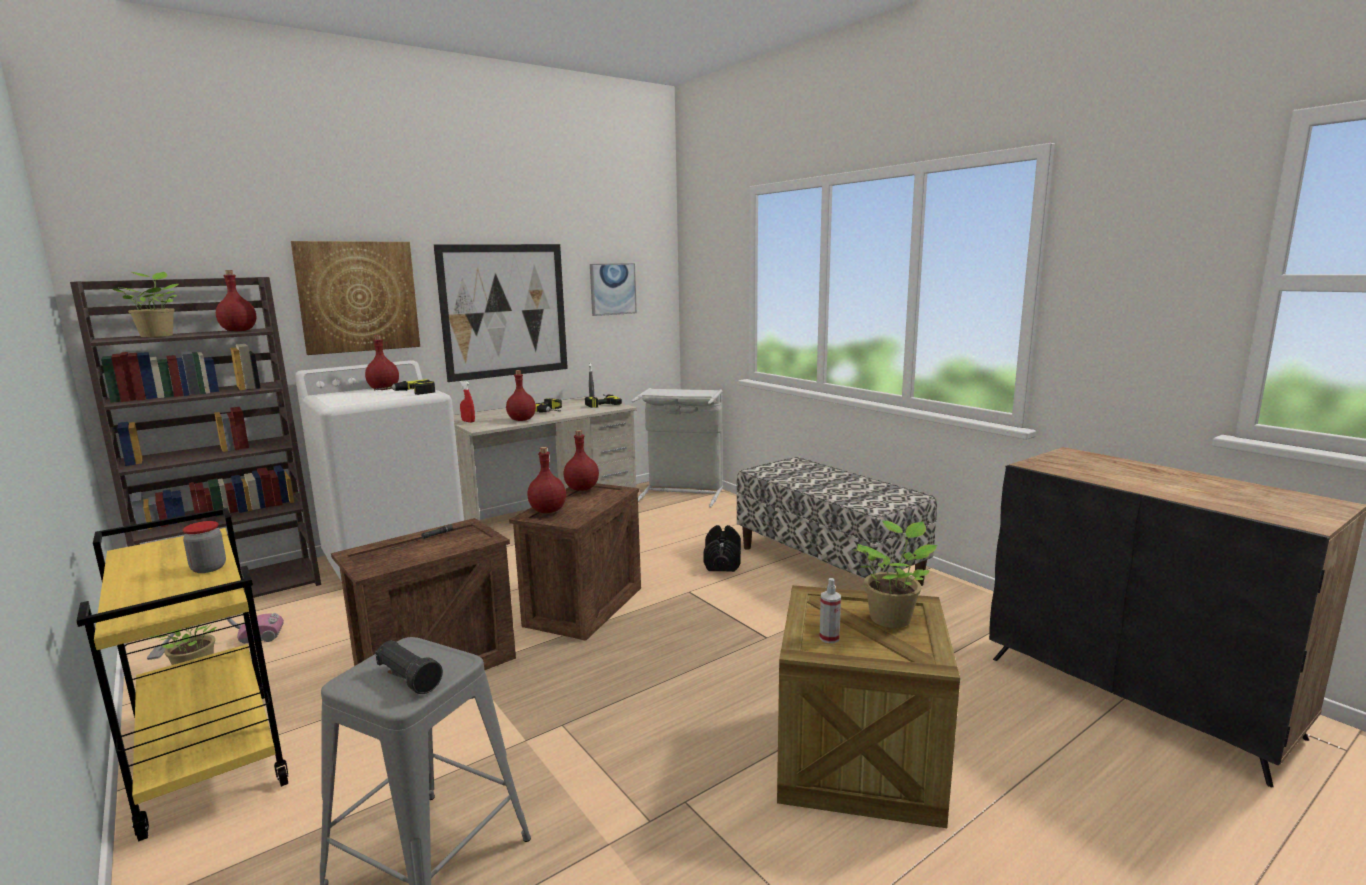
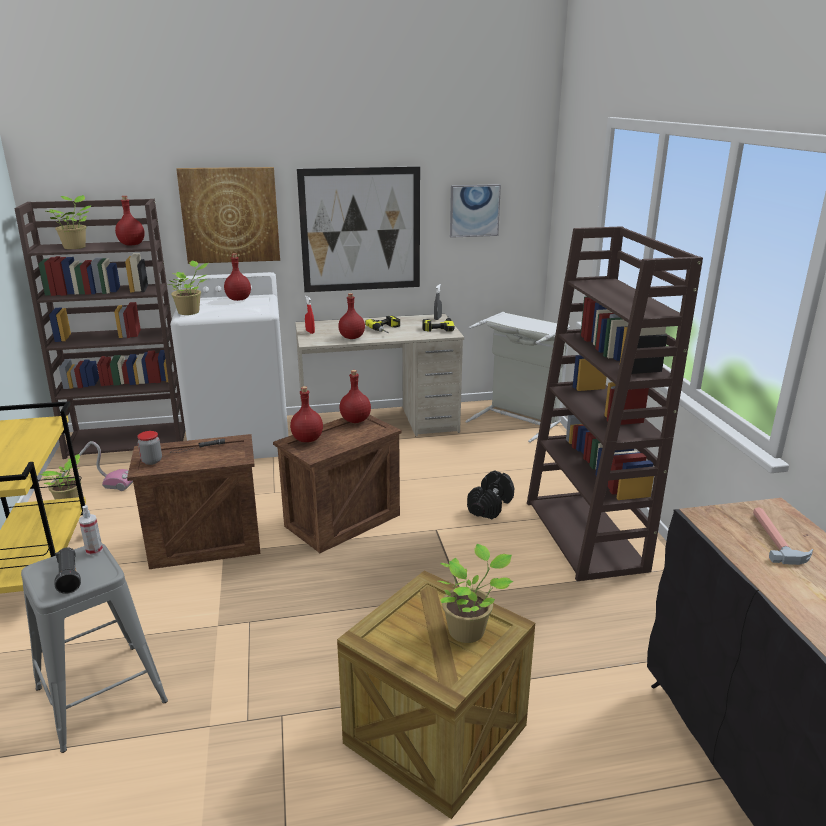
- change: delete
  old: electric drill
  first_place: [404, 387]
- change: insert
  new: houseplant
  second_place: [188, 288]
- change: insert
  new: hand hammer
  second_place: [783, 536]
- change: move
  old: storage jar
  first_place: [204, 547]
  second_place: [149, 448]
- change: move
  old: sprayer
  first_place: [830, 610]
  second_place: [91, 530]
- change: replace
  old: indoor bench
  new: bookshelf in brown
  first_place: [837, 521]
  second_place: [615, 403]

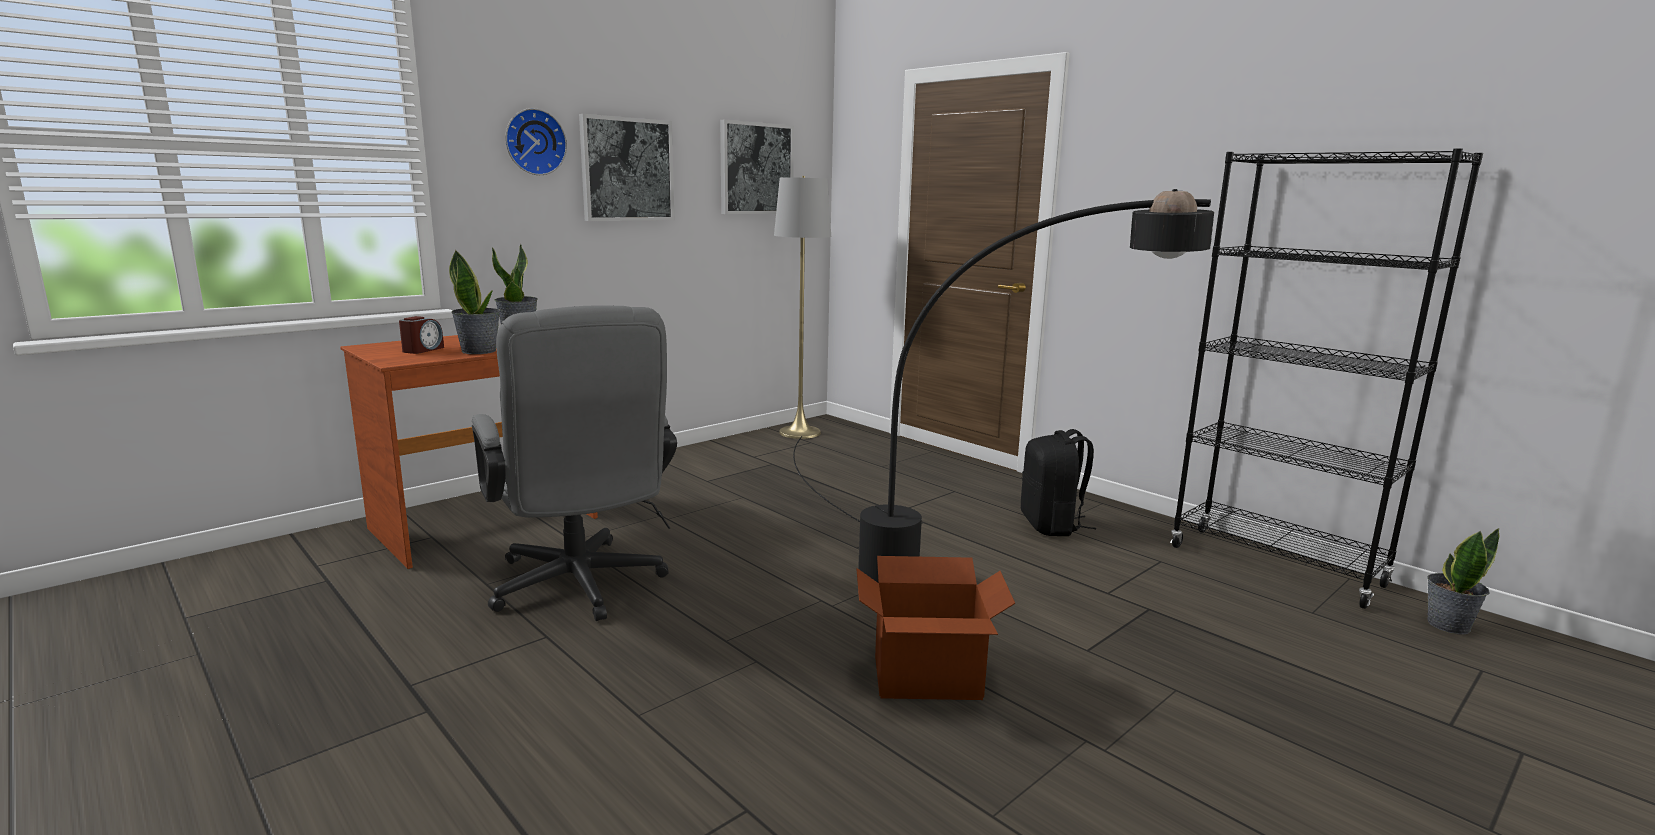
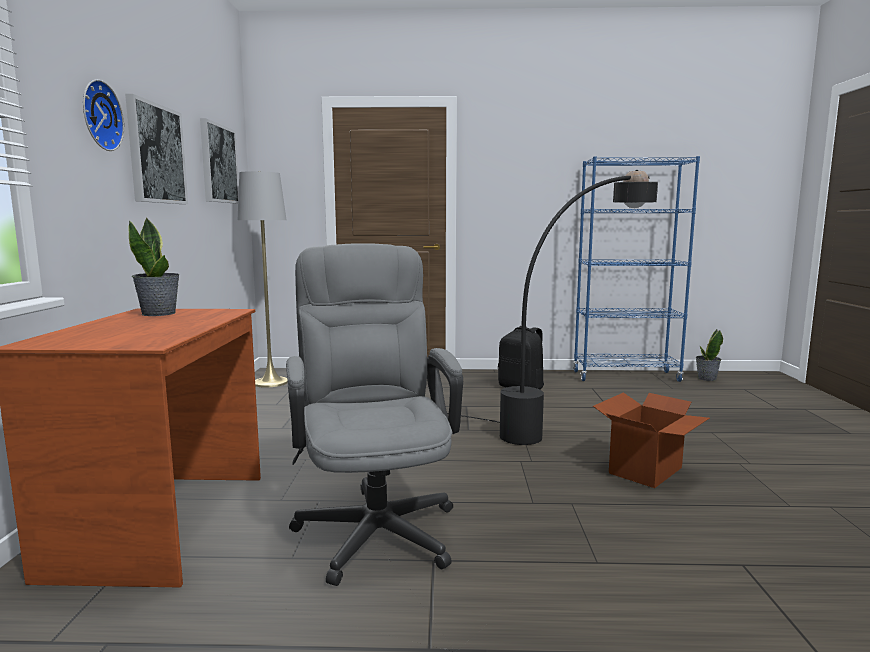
- change: delete
  old: alarm clock
  first_place: [421, 335]
- change: delete
  old: houseplant
  first_place: [475, 302]
- change: recolor
  old: bookshelf in black-coloured
  new: bookshelf in blue
  first_place: [1326, 378]
  second_place: [636, 269]
- change: rotate
  old: computer chair in grey
  first_place: [574, 463]
  second_place: [374, 414]
  degrees: -120

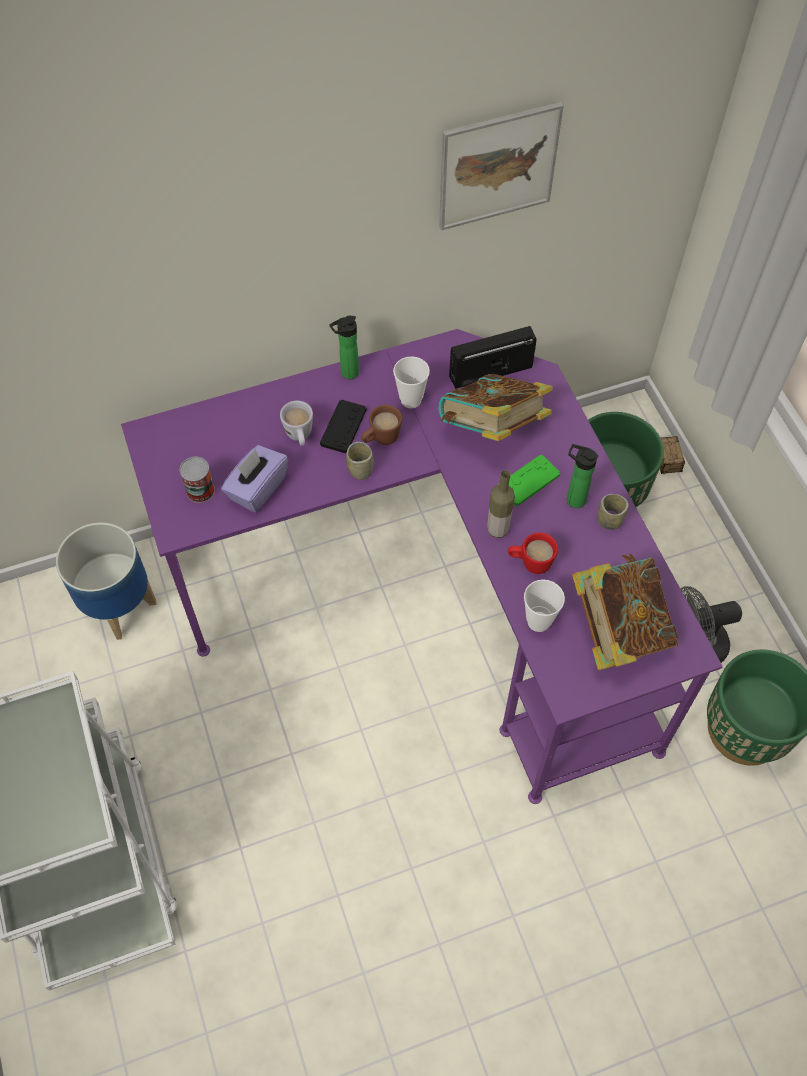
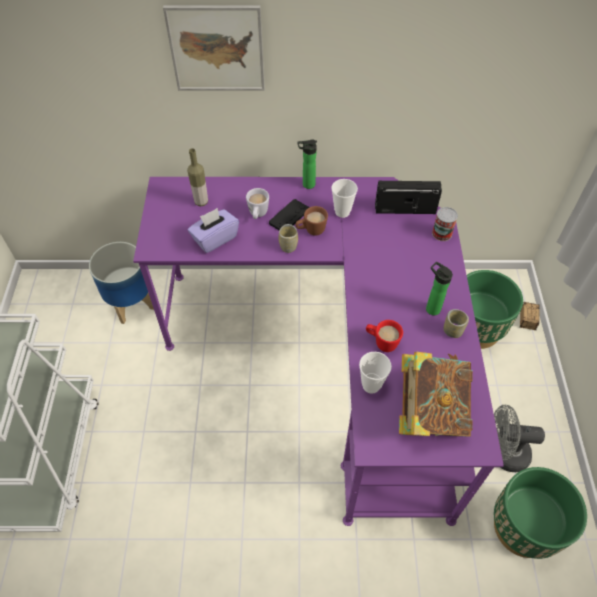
- change: delete
  old: volume
  first_place: [495, 407]
- change: delete
  old: joypad in green-coloured
  first_place: [529, 480]
- change: move
  old: sealed can
  first_place: [197, 480]
  second_place: [445, 224]
- change: move
  old: wall picture
  first_place: [501, 166]
  second_place: [214, 47]
- change: move
  old: drink bottle
  first_place: [501, 504]
  second_place: [197, 177]

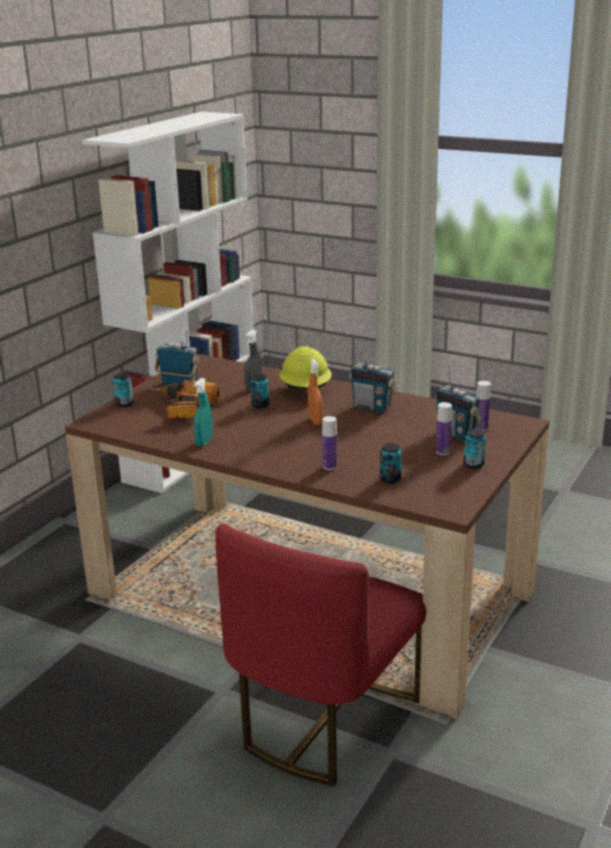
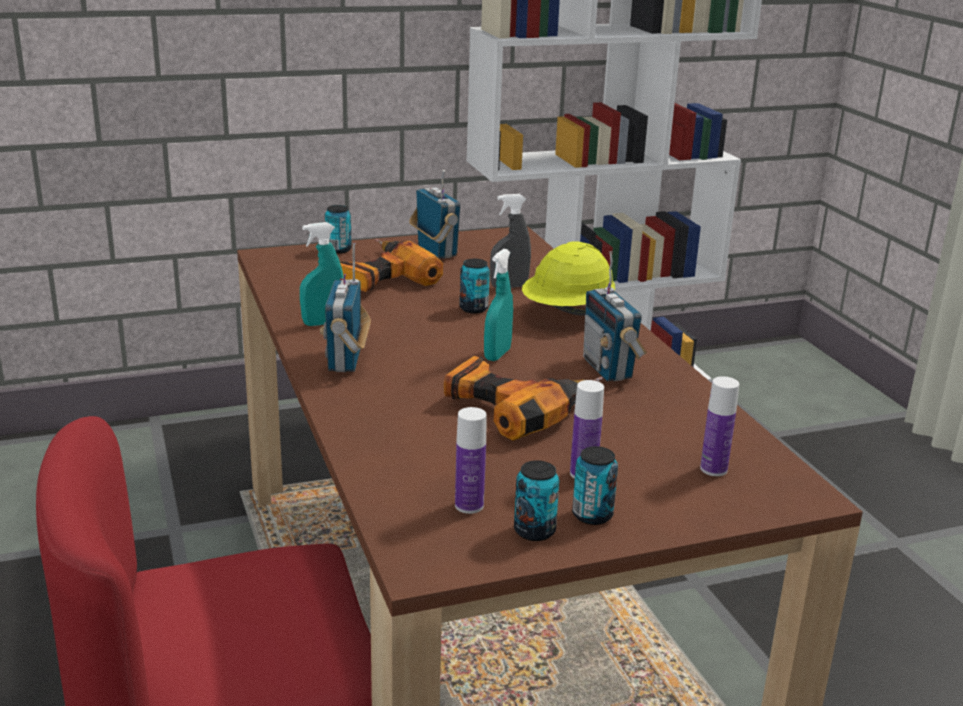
- change: insert
  new: electric drill
  second_place: [523, 398]
- change: move
  old: drink bottle
  first_place: [329, 443]
  second_place: [471, 460]
- change: move
  old: sealed can
  first_place: [391, 463]
  second_place: [536, 500]
- change: move
  old: radio set
  first_place: [459, 402]
  second_place: [345, 307]
- change: recolor
  old: sprayer in orange-coloured
  new: sprayer in turquoise
  first_place: [315, 392]
  second_place: [498, 305]

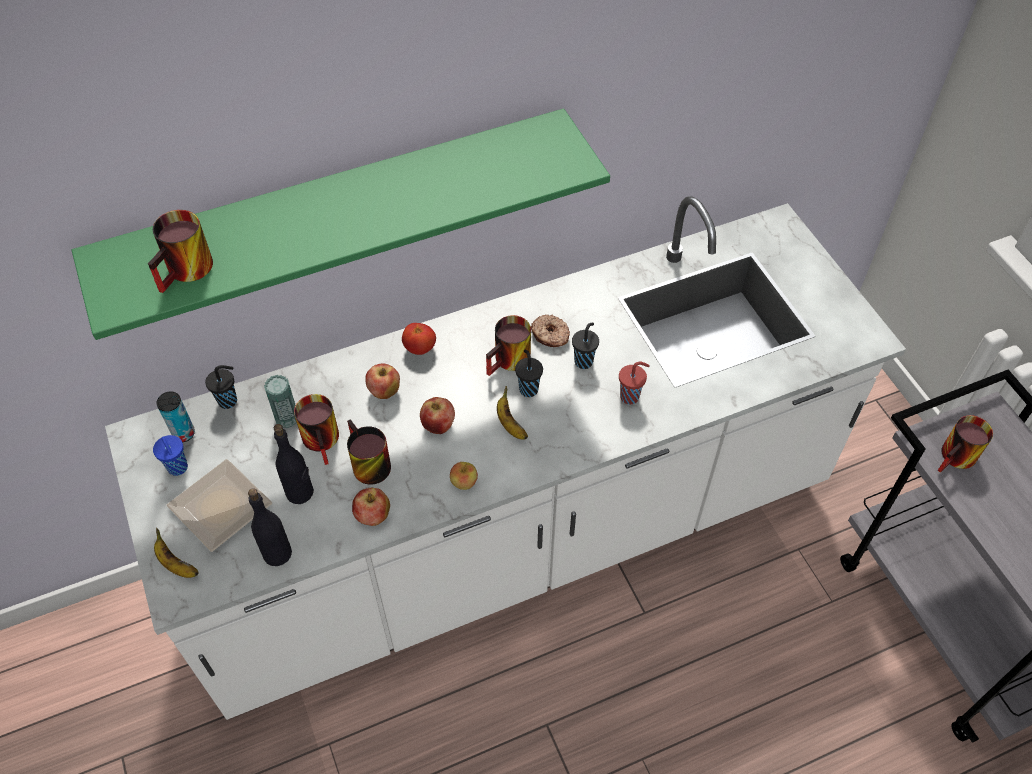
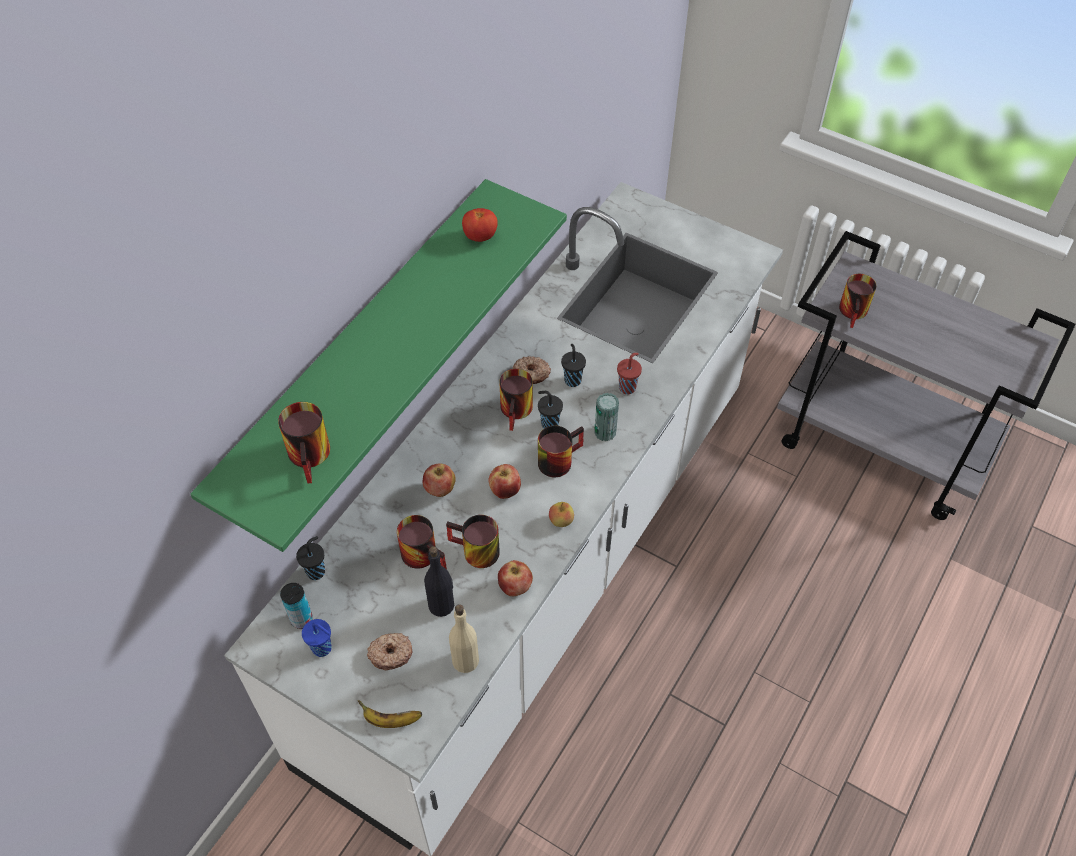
- change: move
  old: sealed can
  first_place: [280, 401]
  second_place: [606, 417]
- change: move
  old: tomato
  first_place: [419, 339]
  second_place: [480, 225]
- change: replace
  old: flat dish
  new: donut
  first_place: [219, 505]
  second_place: [389, 651]
- change: replace
  old: banana
  new: tea mug
  first_place: [512, 413]
  second_place: [561, 451]
- change: recolor
  old: drink bottle in black-coloured
  new: drink bottle in sand-coloured
  first_place: [270, 527]
  second_place: [464, 638]

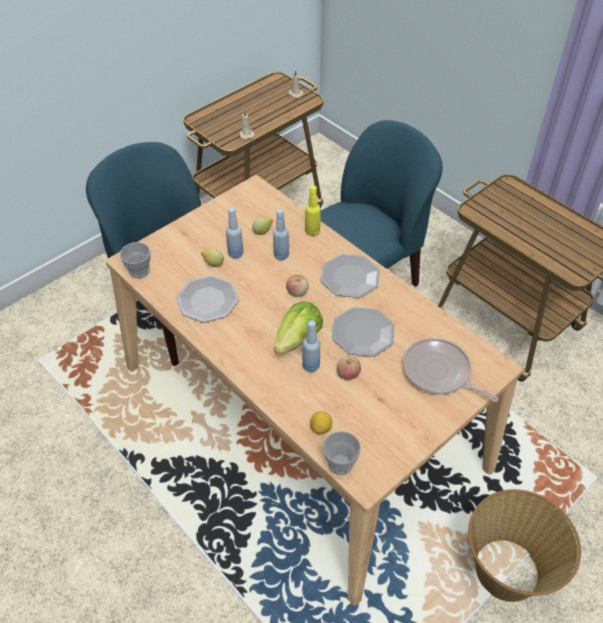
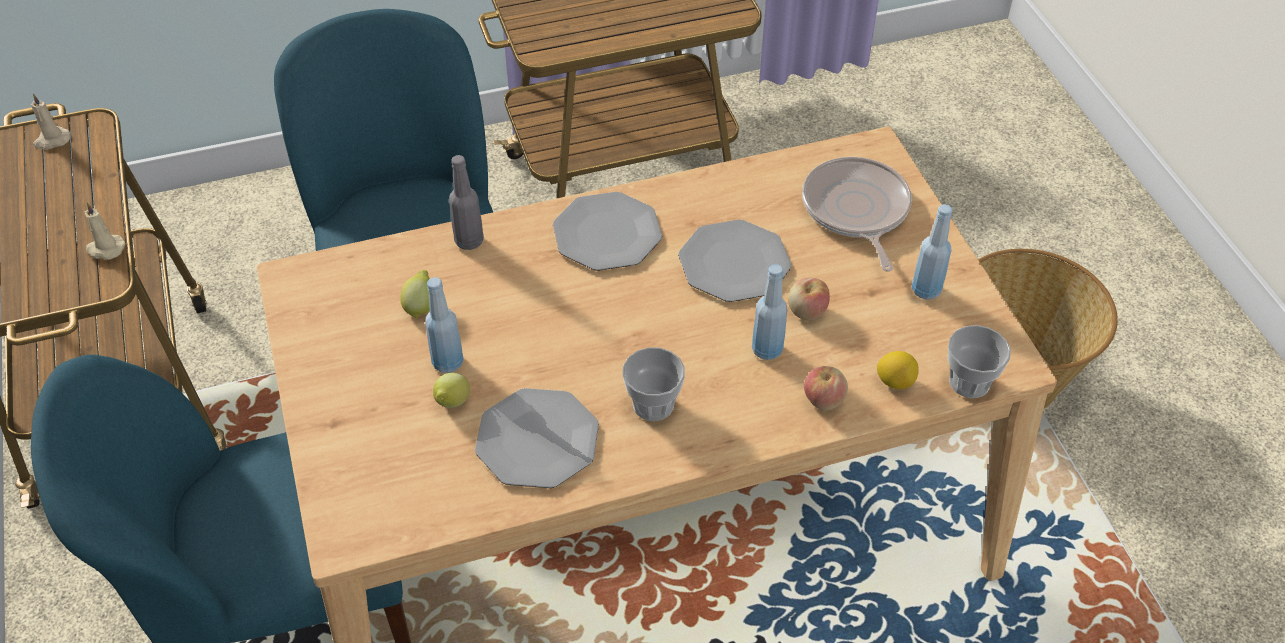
- change: delete
  old: lettuce head
  first_place: [298, 328]
- change: move
  old: cup
  first_place: [135, 260]
  second_place: [654, 384]
- change: move
  old: drink bottle in blue
  first_place: [281, 234]
  second_place: [932, 252]
- change: move
  old: whole apple
  first_place: [297, 286]
  second_place: [826, 388]
- change: recolor
  old: drink bottle in yellow
  new: drink bottle in grey
  first_place: [312, 210]
  second_place: [466, 202]
- change: rotate
  old: pan
  first_place: [450, 370]
  second_place: [857, 214]
  degrees: 105

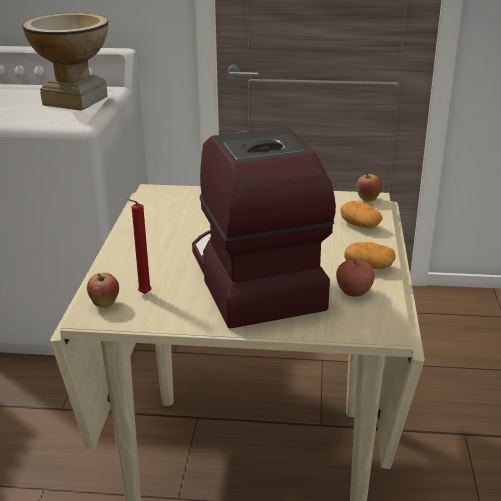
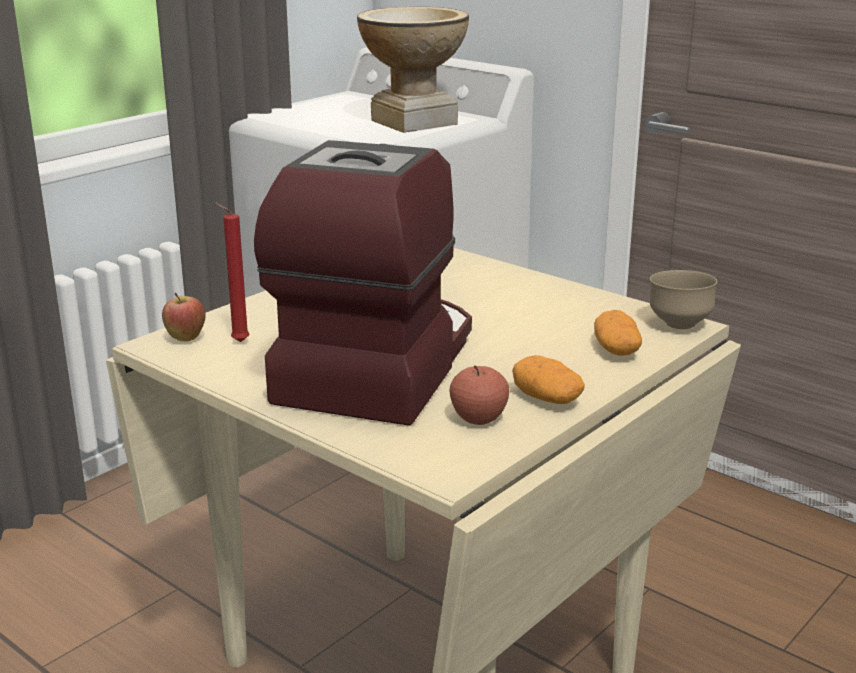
- change: replace
  old: whole apple
  new: deep dish in brown
  first_place: [369, 186]
  second_place: [684, 299]

